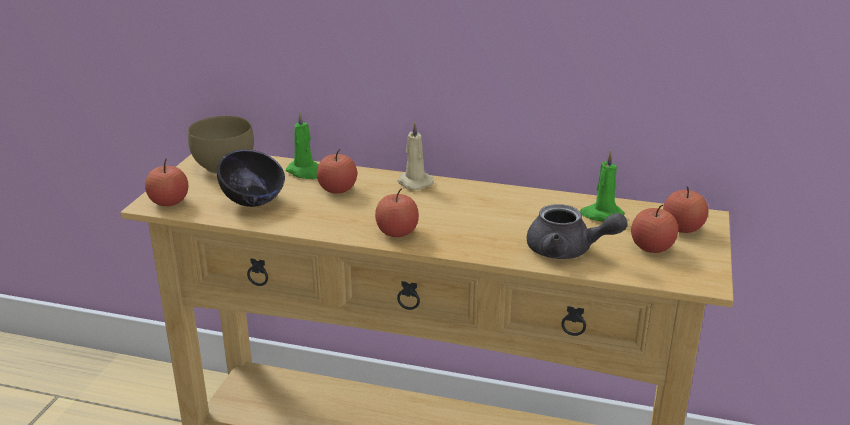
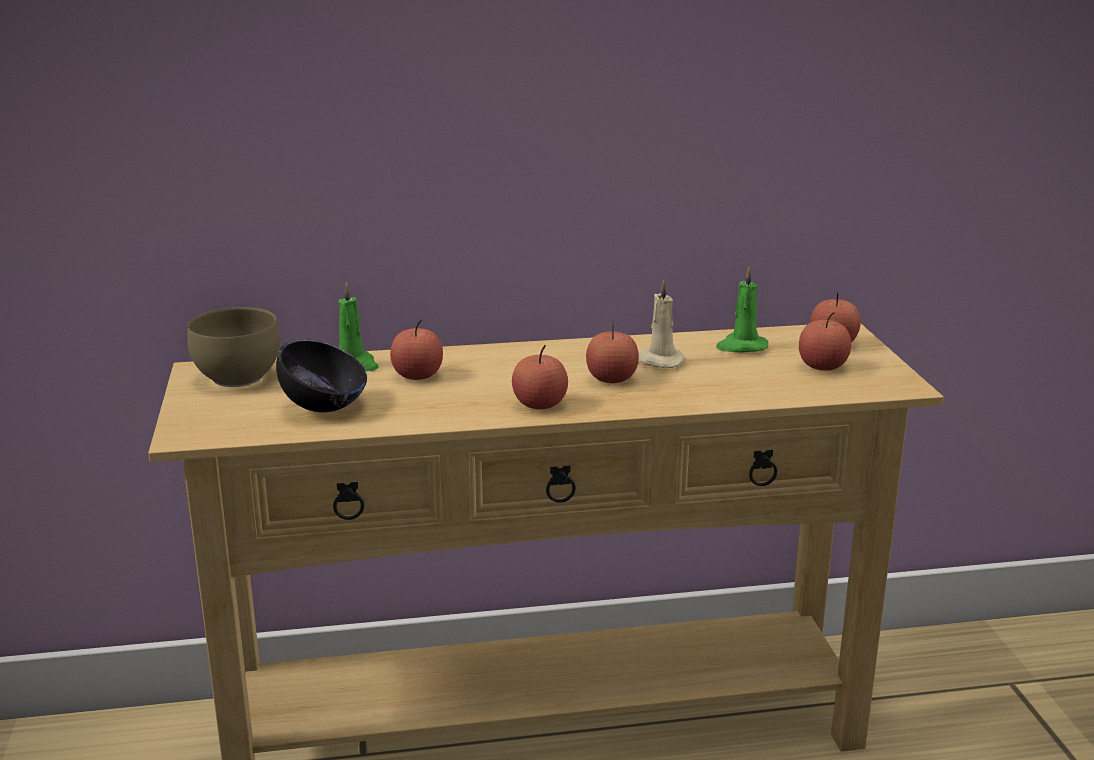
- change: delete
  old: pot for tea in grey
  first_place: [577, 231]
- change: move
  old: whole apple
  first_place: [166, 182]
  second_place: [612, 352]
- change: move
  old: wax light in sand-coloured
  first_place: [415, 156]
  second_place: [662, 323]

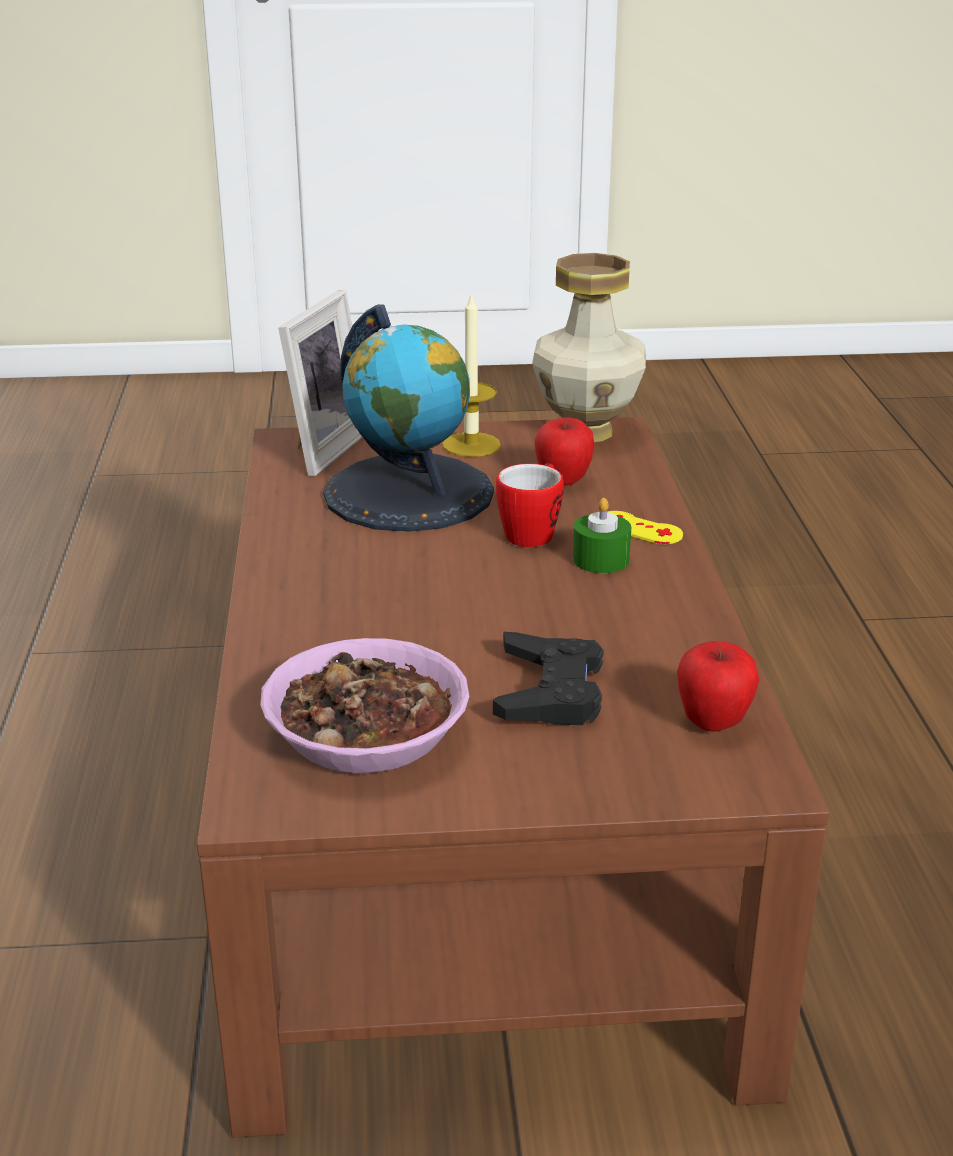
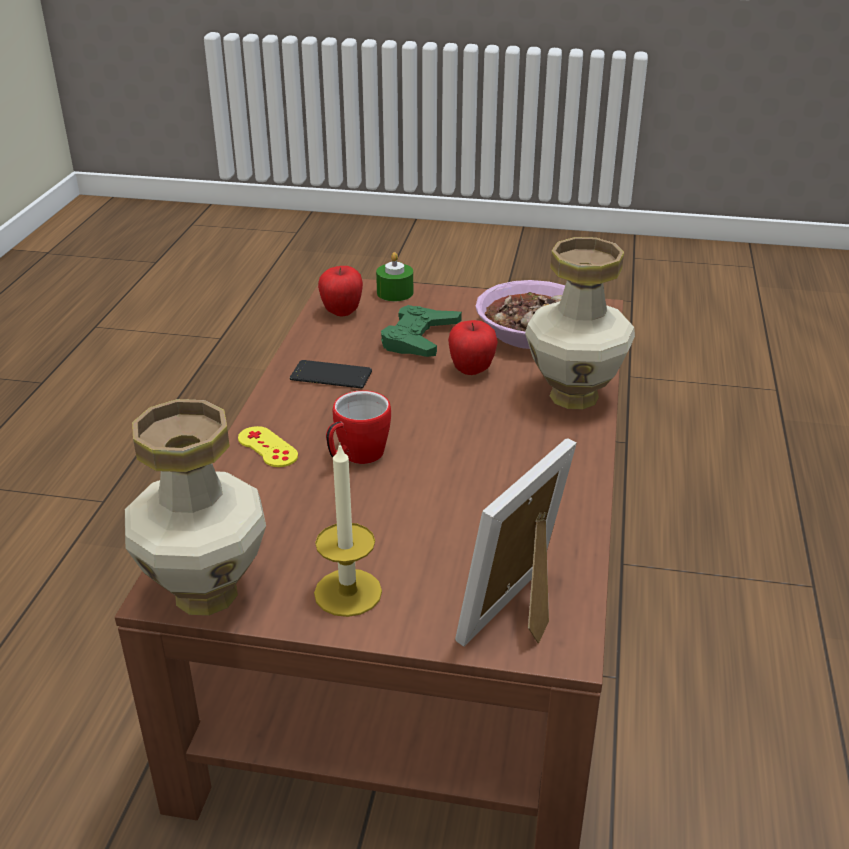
- change: delete
  old: world globe
  first_place: [408, 418]
- change: insert
  new: handset
  second_place: [331, 374]
- change: insert
  new: vase
  second_place: [580, 323]
- change: move
  old: whole apple
  first_place: [565, 451]
  second_place: [473, 347]
- change: move
  old: wax light in green-coloured
  first_place: [602, 535]
  second_place: [394, 276]
- change: recolor
  old: joypad in black-coloured
  new: joypad in green-coloured
  first_place: [548, 678]
  second_place: [421, 331]

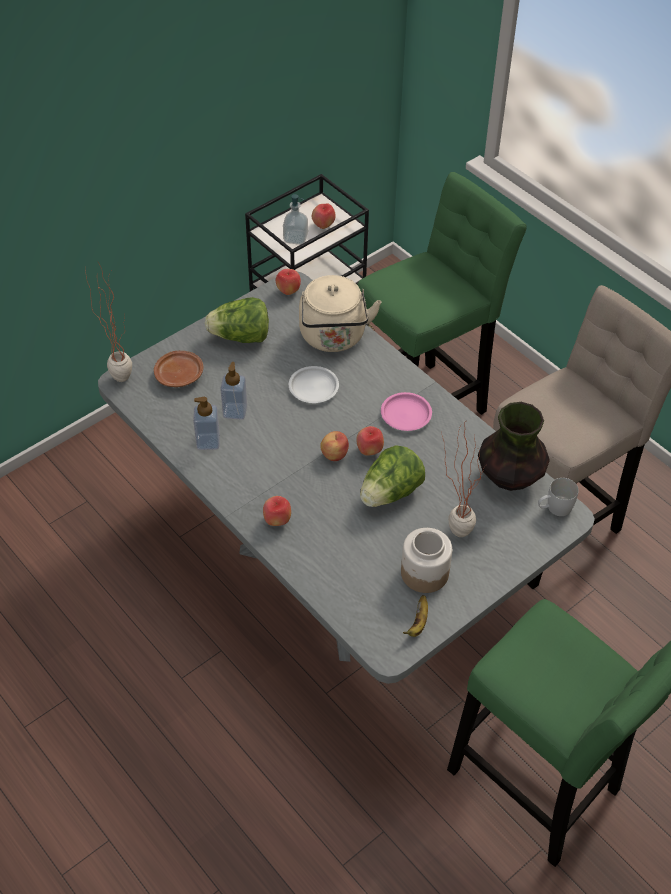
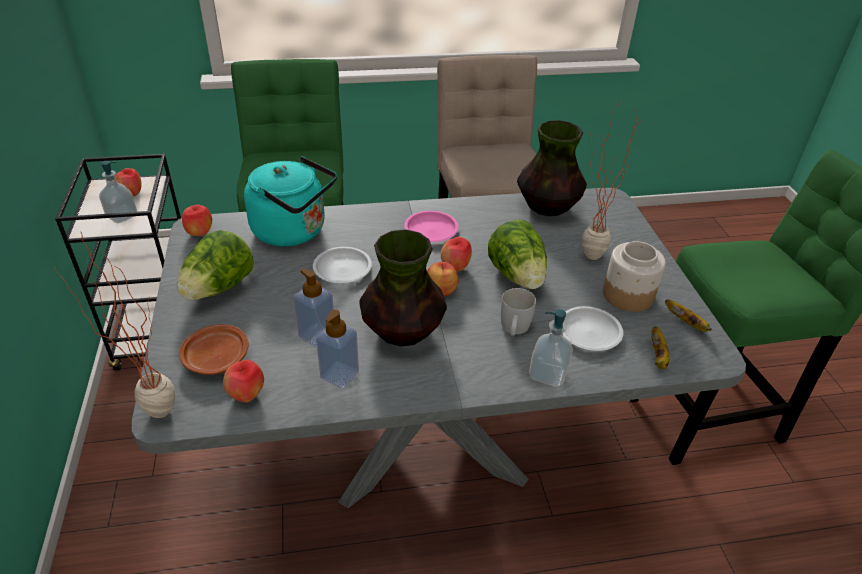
- change: insert
  new: vase
  second_place: [403, 288]
- change: insert
  new: liquid soap bottle
  second_place: [551, 348]
- change: insert
  new: flat dish in white
  second_place: [593, 328]
- change: insert
  new: banana
  second_place: [660, 347]
- change: move
  old: whole apple
  first_place: [277, 511]
  second_place: [243, 381]
- change: move
  old: tea mug in white
  first_place: [558, 497]
  second_place: [518, 312]
- change: recolor
  old: tea kettle in sand-coloured
  new: tea kettle in turquoise
  first_place: [340, 313]
  second_place: [290, 201]

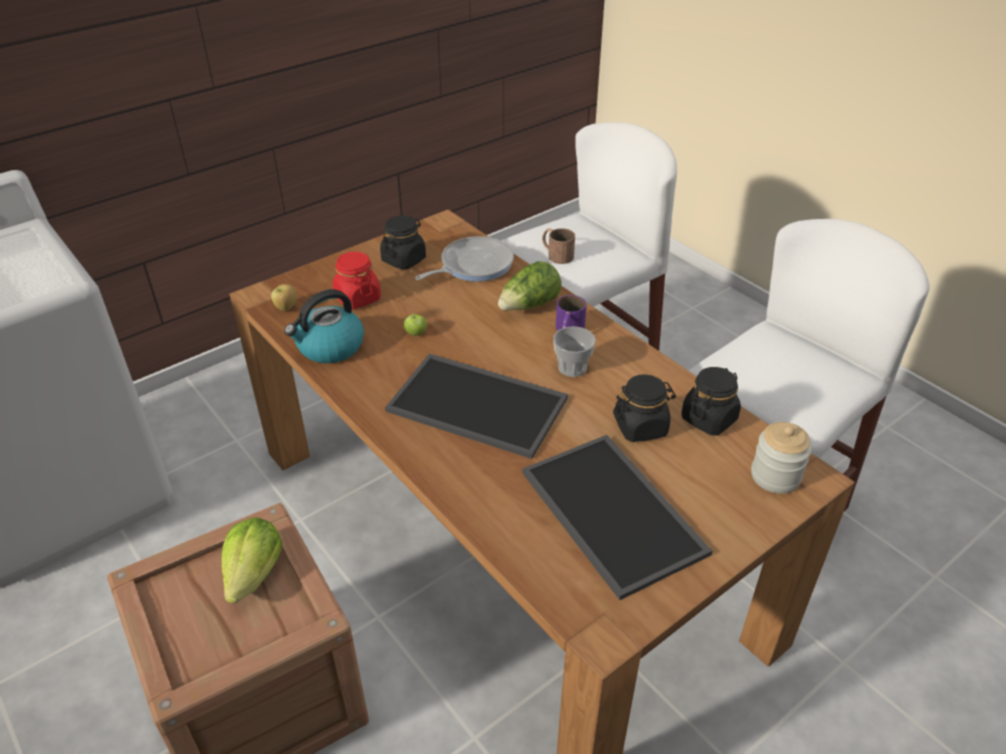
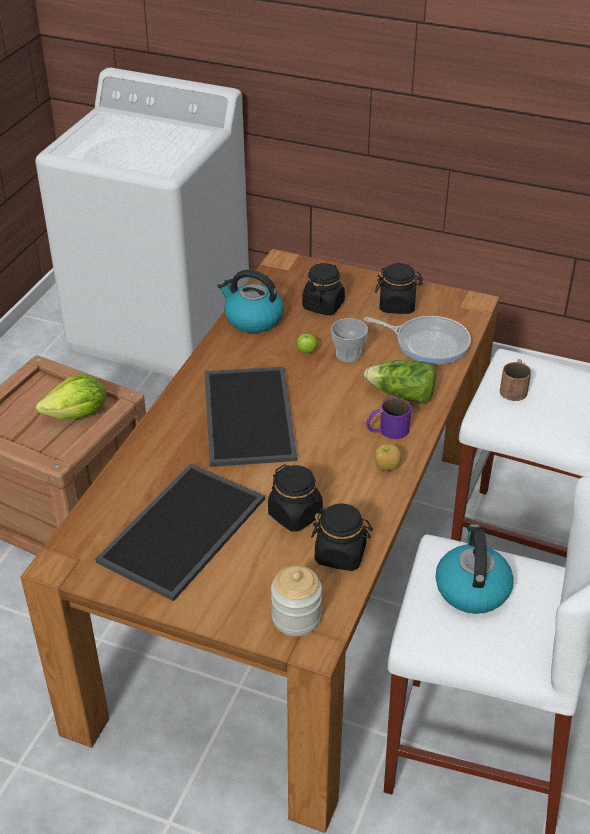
- change: insert
  new: tea kettle
  second_place: [474, 569]
- change: move
  old: whole apple
  first_place: [284, 297]
  second_place: [387, 458]
- change: move
  old: cup
  first_place: [574, 351]
  second_place: [349, 340]
- change: recolor
  old: storage jar in red-coloured
  new: storage jar in black-coloured
  first_place: [356, 280]
  second_place: [323, 289]

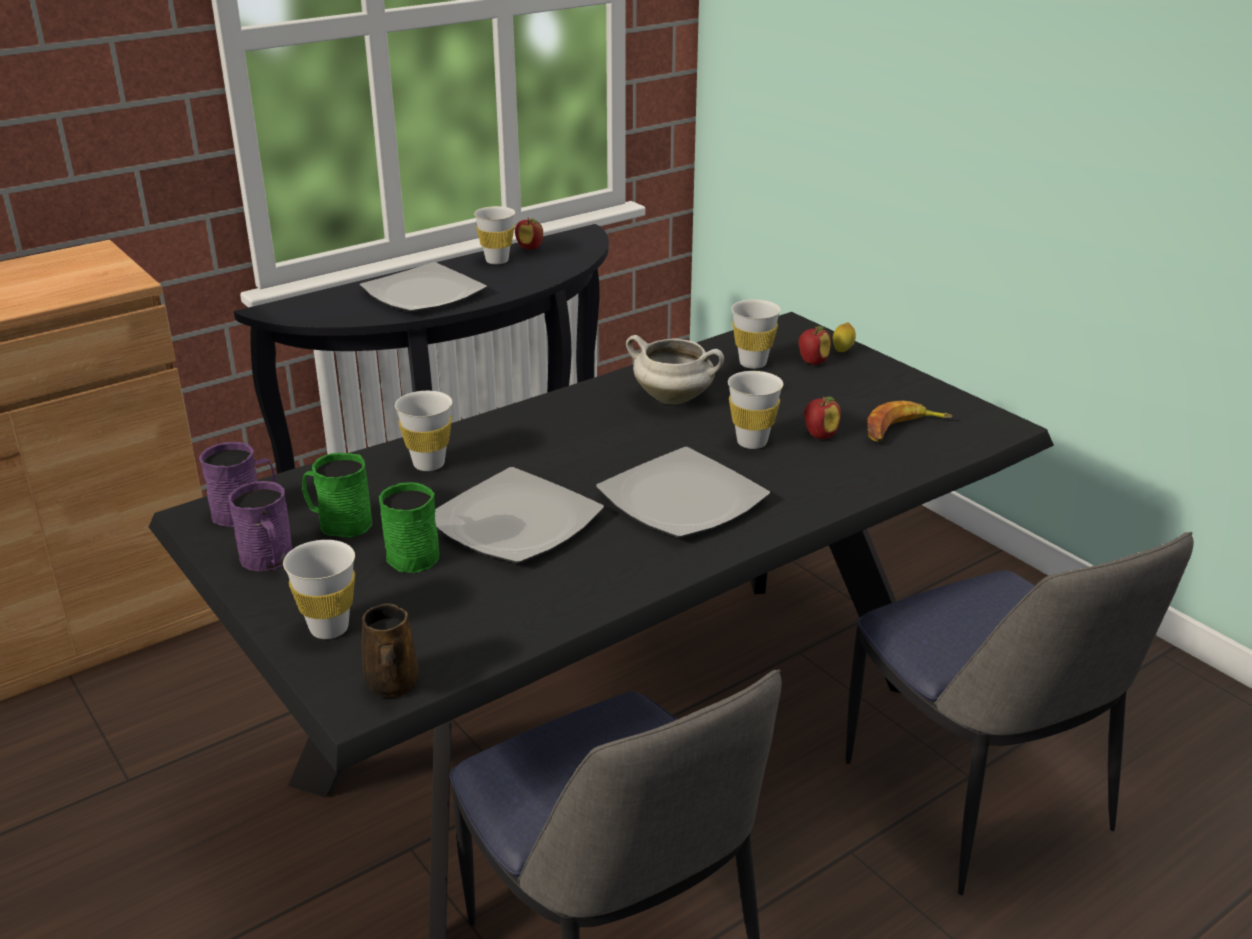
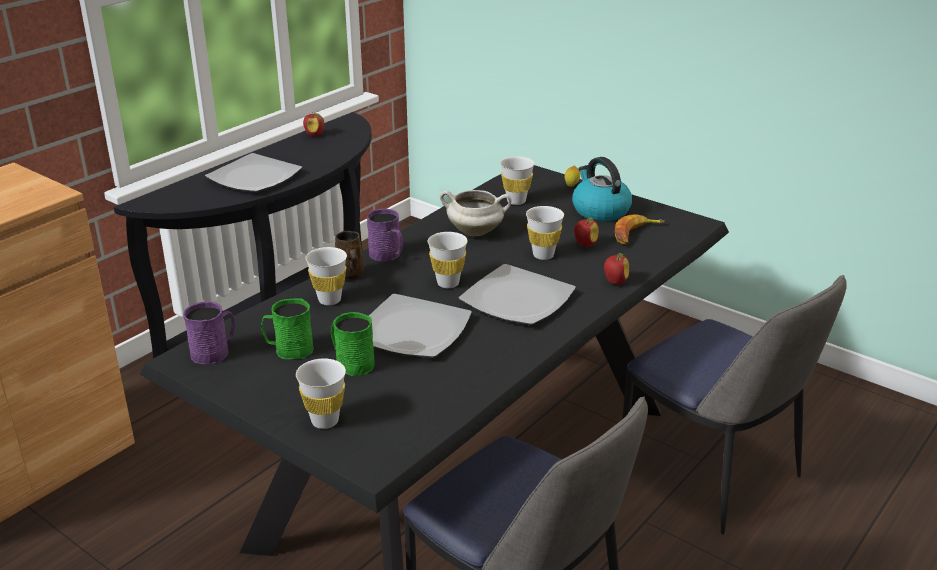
- change: insert
  new: tea kettle
  second_place: [602, 189]
- change: move
  old: tea mug in purplish
  first_place: [260, 526]
  second_place: [385, 235]
- change: move
  old: tea mug in brown
  first_place: [390, 650]
  second_place: [349, 256]
- change: move
  old: cup in white
  first_place: [494, 235]
  second_place: [448, 260]
- change: move
  old: whole apple
  first_place: [815, 345]
  second_place: [616, 269]

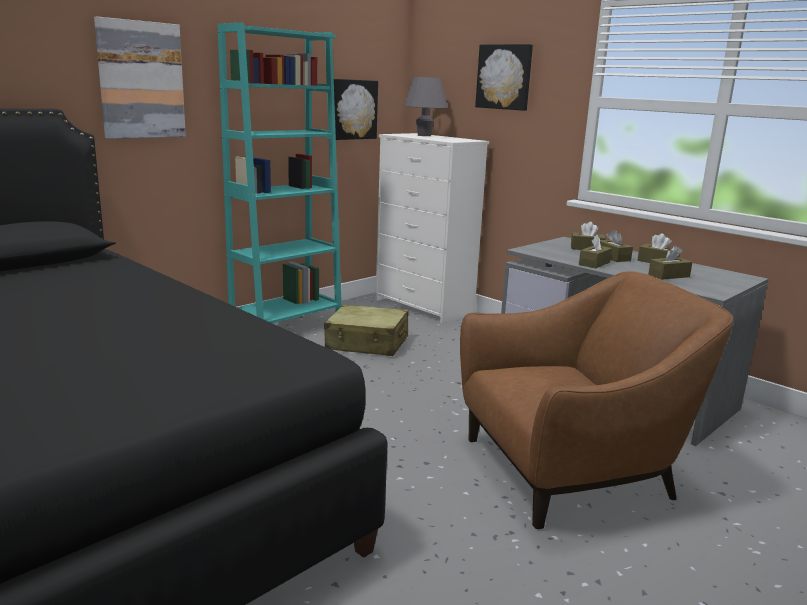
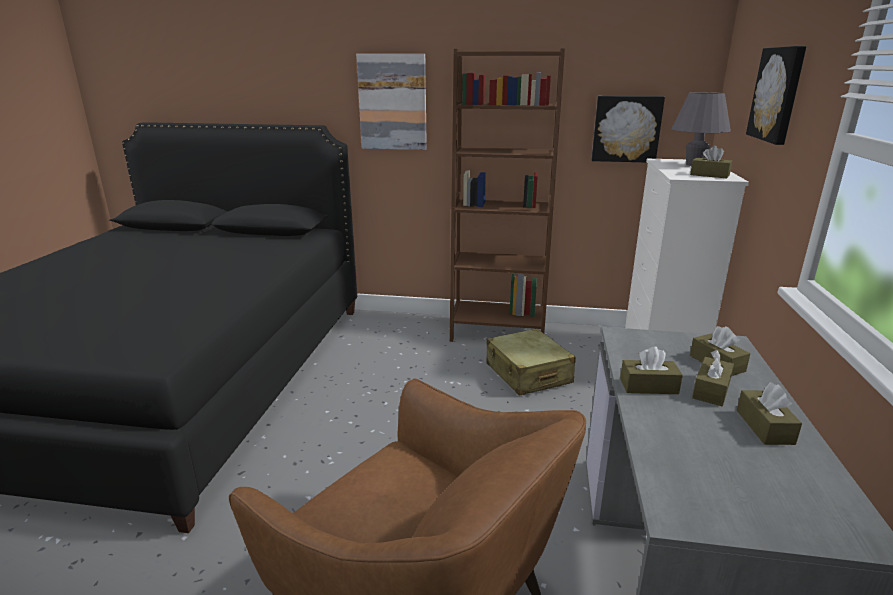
- change: move
  old: box of tissues in brown
  first_place: [670, 263]
  second_place: [711, 161]
- change: recolor
  old: bookshelf in turquoise
  new: bookshelf in brown
  first_place: [280, 173]
  second_place: [507, 195]

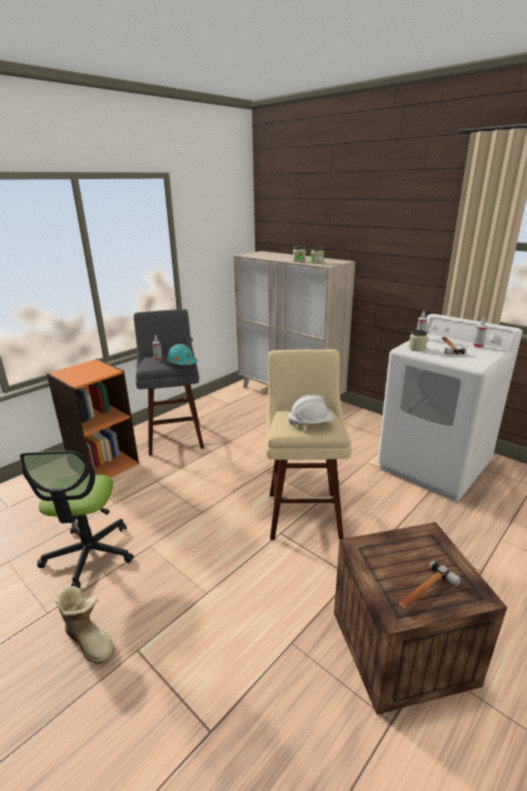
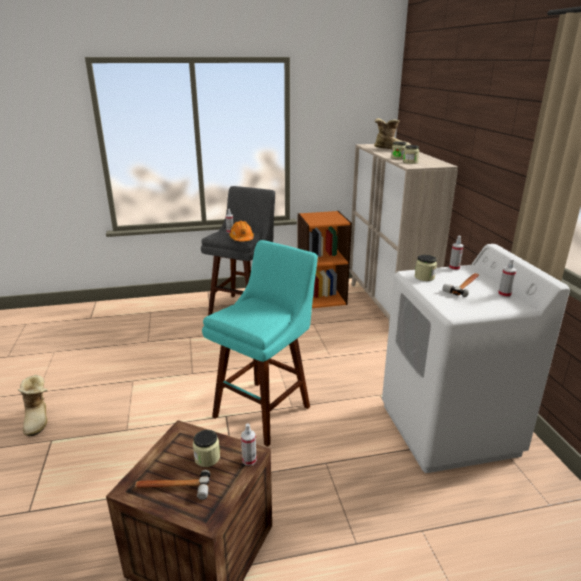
- change: delete
  old: computer chair
  first_place: [77, 520]
- change: delete
  old: safety helmet in white
  first_place: [311, 410]
- change: insert
  new: storage jar
  second_place: [206, 448]
- change: insert
  new: sprayer
  second_place: [249, 444]
- change: insert
  new: high-top boot
  second_place: [392, 134]
- change: move
  old: bookshelf in orange-coloured
  first_place: [92, 418]
  second_place: [324, 259]
- change: recolor
  old: safety helmet in turquoise
  new: safety helmet in orange-coloured
  first_place: [182, 354]
  second_place: [241, 231]
- change: recolor
  old: sitting stool in sand-coloured
  new: sitting stool in turquoise
  first_place: [309, 444]
  second_place: [260, 343]

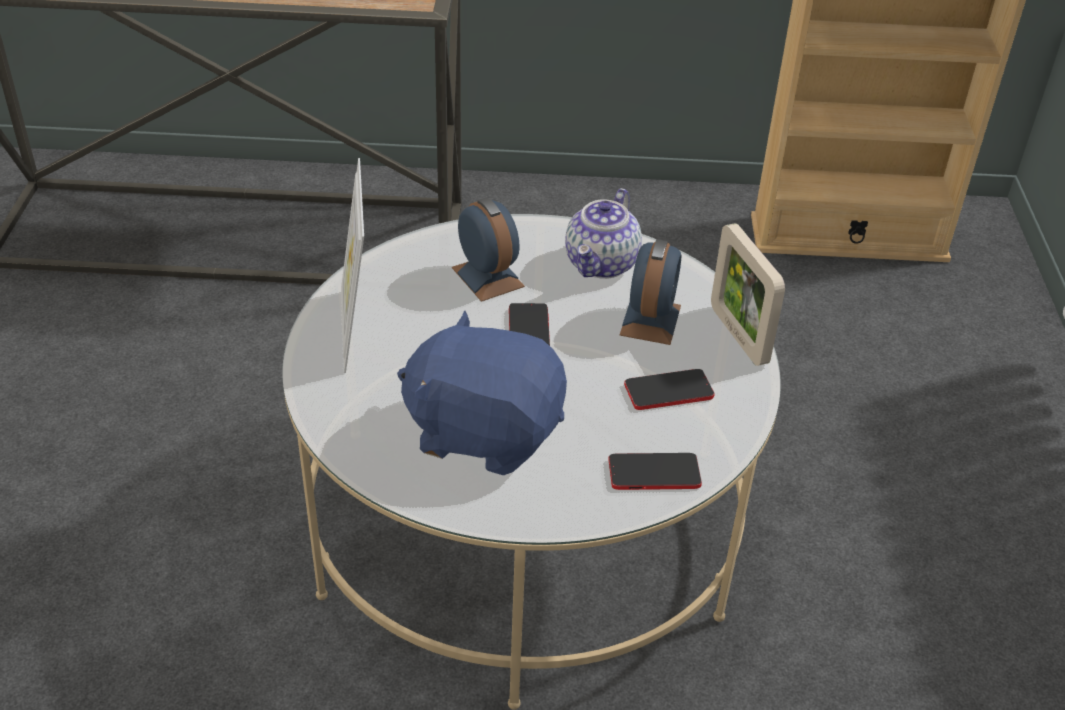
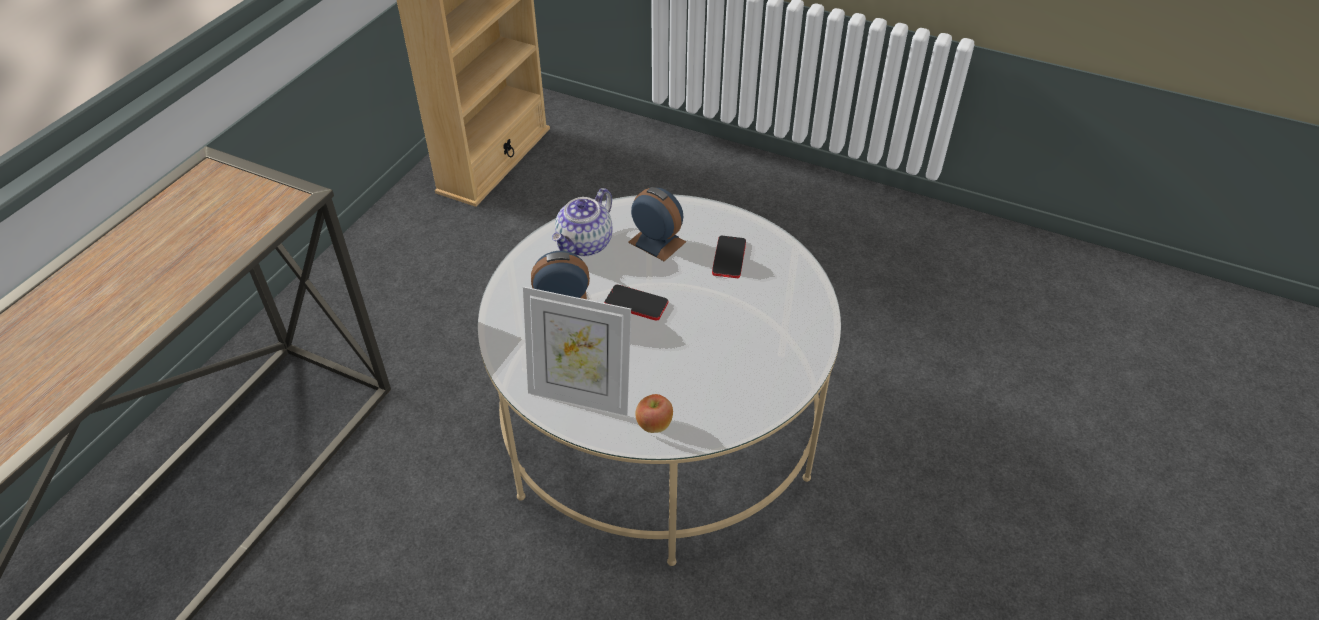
- change: delete
  old: soft toy in blue
  first_place: [482, 393]
- change: delete
  old: handset
  first_place: [655, 471]
- change: delete
  old: standing frame
  first_place: [748, 294]
- change: insert
  new: whole apple
  second_place: [654, 413]
- change: rotate
  old: pot for tea
  first_place: [603, 233]
  second_place: [582, 222]
  degrees: 75

